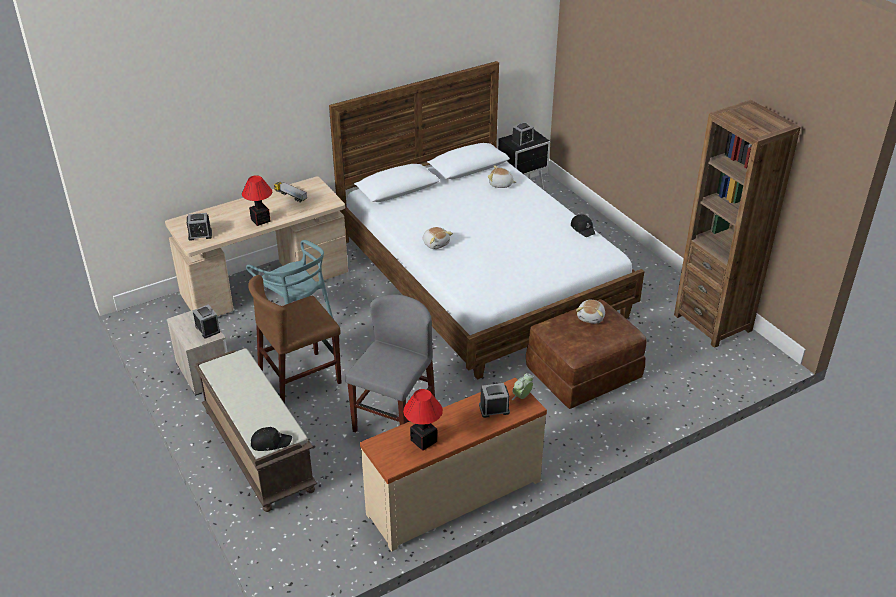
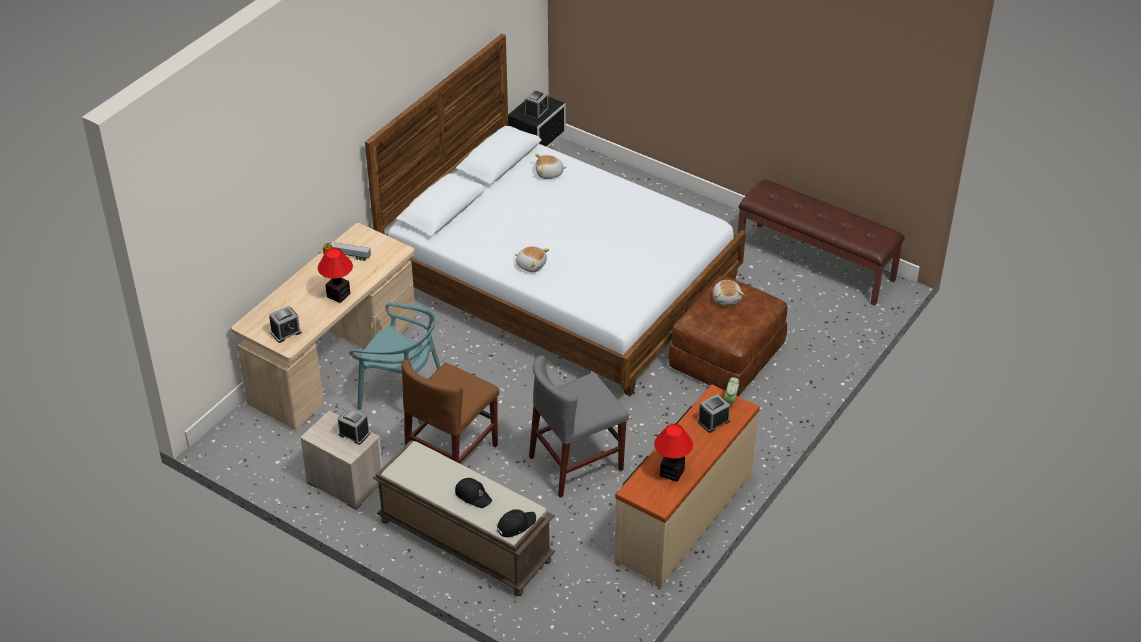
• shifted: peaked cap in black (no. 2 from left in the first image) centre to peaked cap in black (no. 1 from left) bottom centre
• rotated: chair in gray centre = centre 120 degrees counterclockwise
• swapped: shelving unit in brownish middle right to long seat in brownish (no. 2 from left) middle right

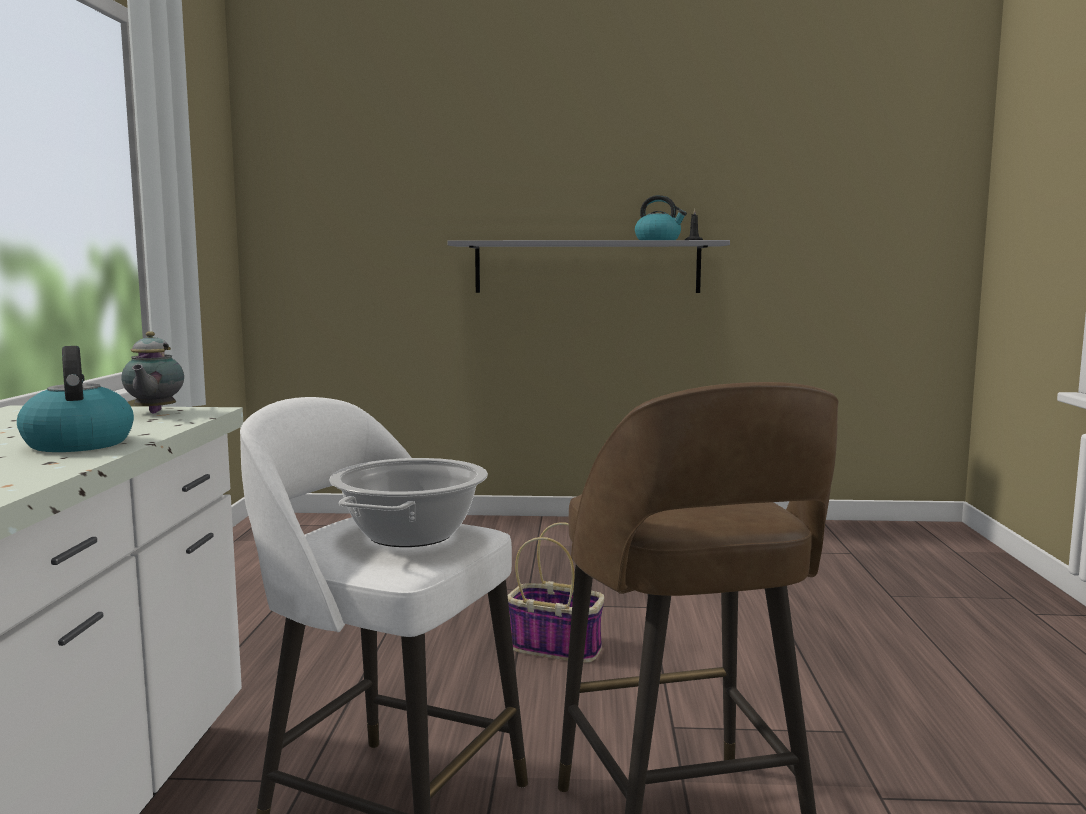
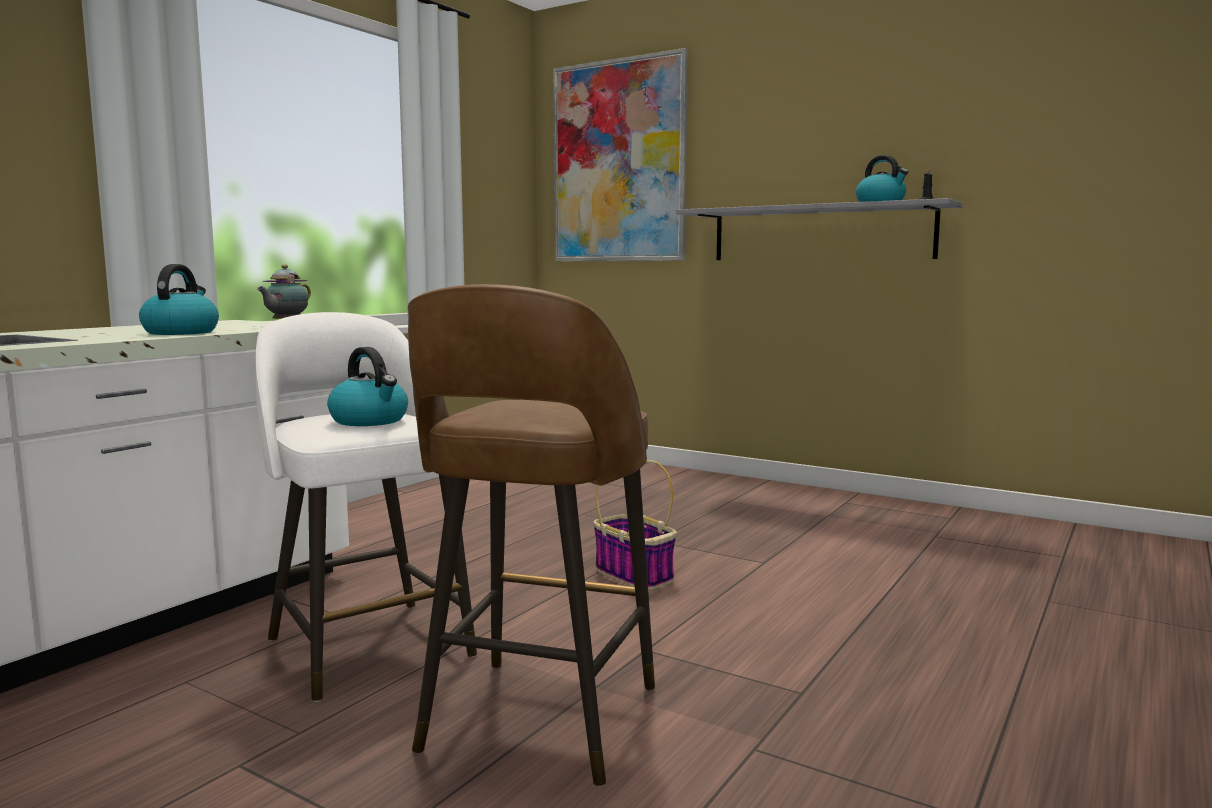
• swapped: stockpot centre to water kettle (no. 2 from left) middle left
• new: picture top centre

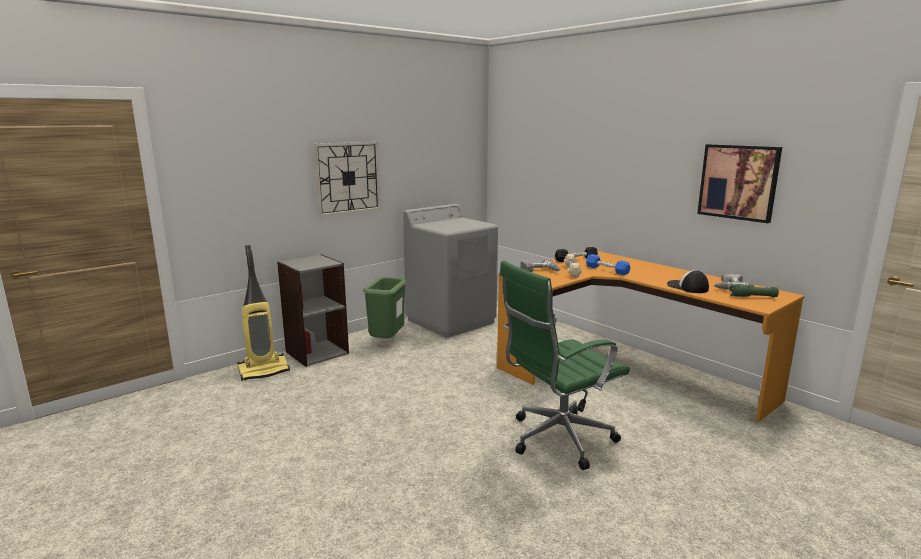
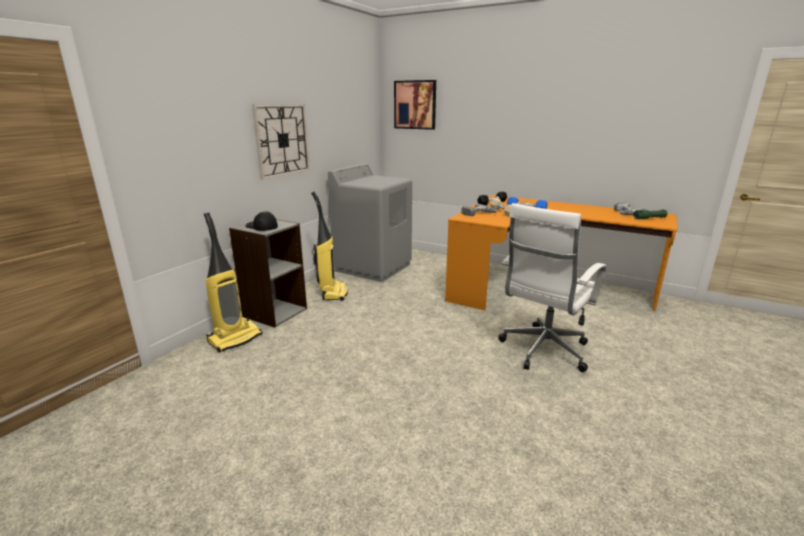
• shifted: peaked cap middle right to middle left
• swapped: rubbish bin in greenish centre to hoover (no. 2 from left) centre
• shifted: picture top right to top centre
• repainted: desk chair in greenish centre to desk chair in white-coloured middle right

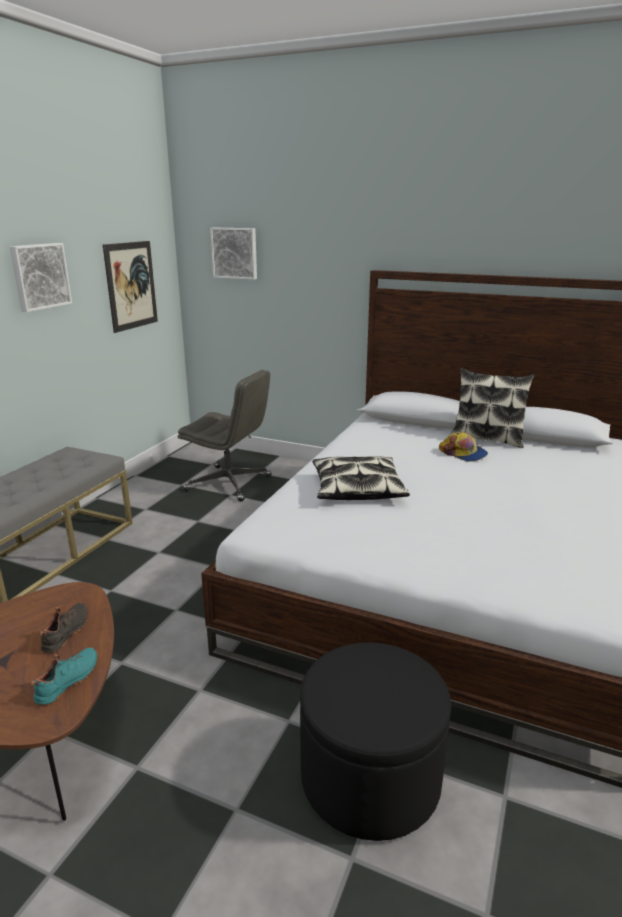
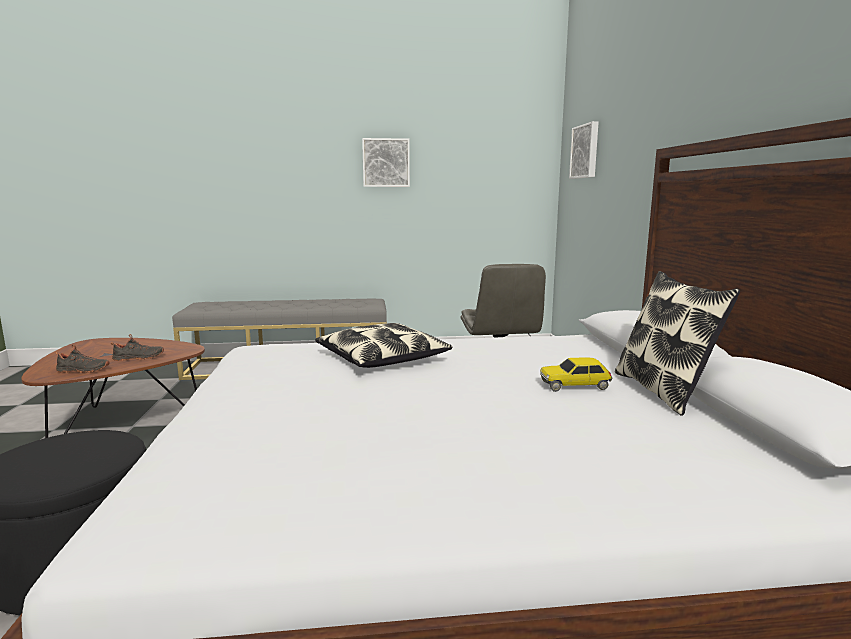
• repainted: shoe in blue-green bottom left to shoe in black (no. 1 from left) middle left
• swapped: peaked cap middle right to miniature car middle right
• gone: picture (no. 2 from left) top left

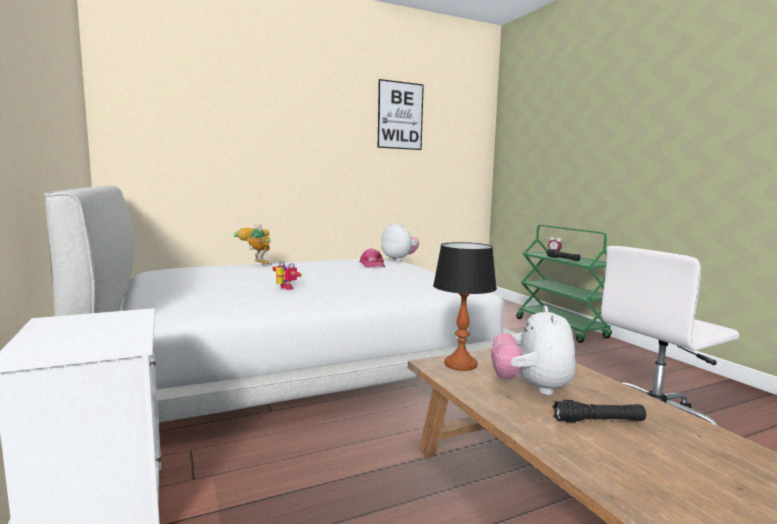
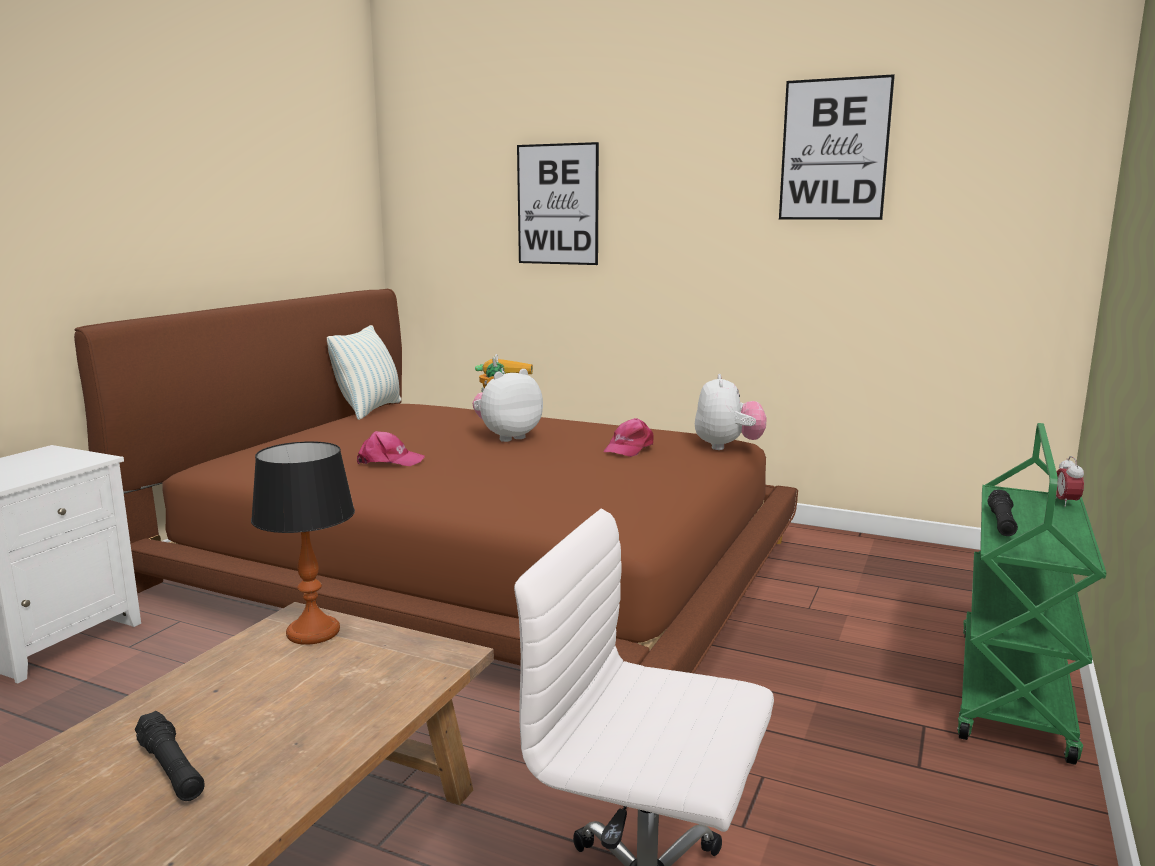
• repainted: sleeping bed in white-coloured centre to sleeping bed in brownish centre
• new: cushion middle left
• swapped: robot figure (no. 2 from left) centre to peaked cap in pinkish (no. 1 from left) centre
• shifted: soft toy (no. 2 from left in the first image) bottom right to soft toy (no. 1 from left) centre
• new: picture (no. 1 from left) top centre

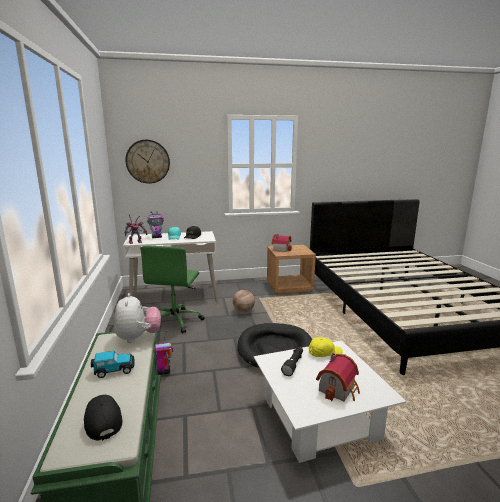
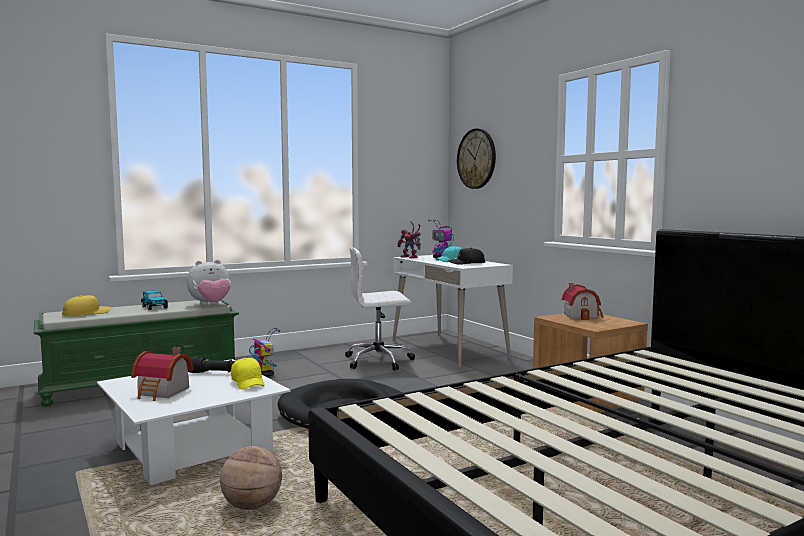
• repainted: peaked cap in black (no. 1 from left) bottom left to peaked cap in yellow (no. 1 from left) middle left
• shifted: basketball ball centre to bottom left
• repainted: desk chair in greenish centre to desk chair in white-coloured centre

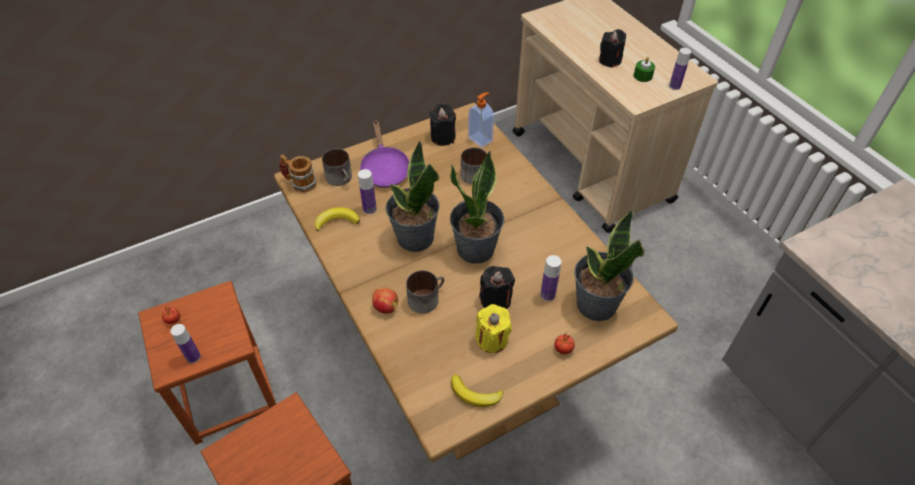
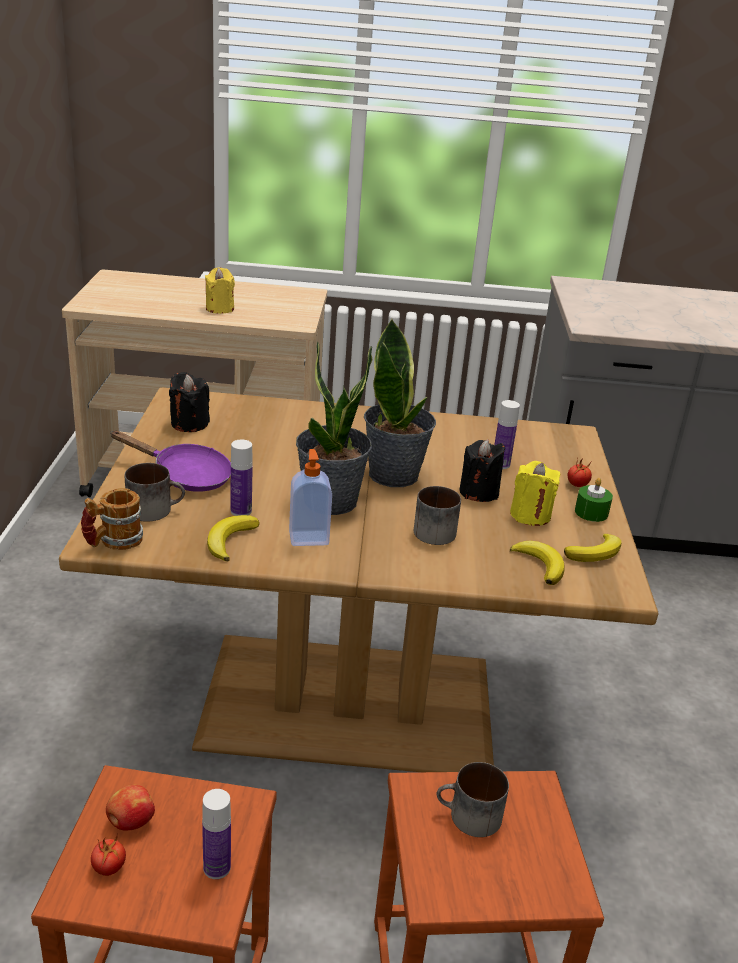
• shifted: whole apple centre to bottom left
• repainted: candle in black (no. 3 from left) top right to candle in yellow (no. 1 from left) top left
• shifted: liquid soap bottle top centre to centre
• shifted: tea mug (no. 4 from left) centre to bottom centre
• new: banana (no. 2 from left) middle right
• shifted: candle in greenish top right to middle right
• gone: plant in a pot (no. 3 from left) centre
• gone: beverage bottle (no. 4 from left) top right

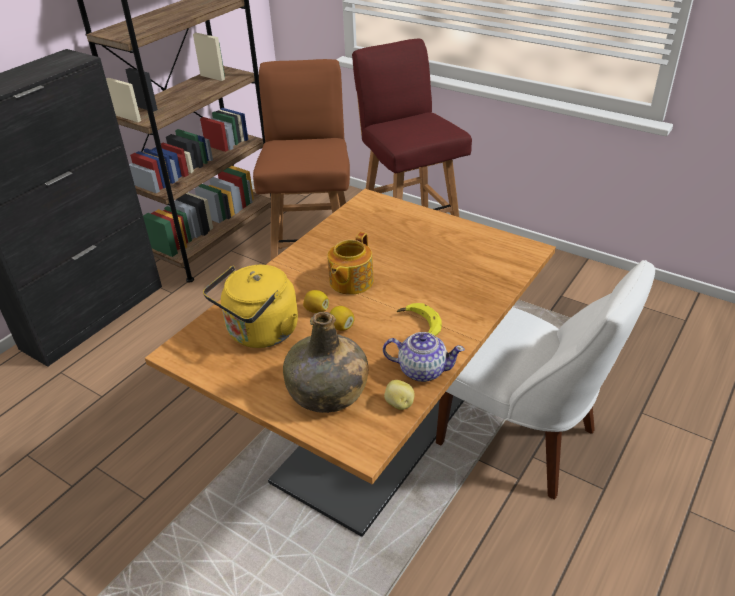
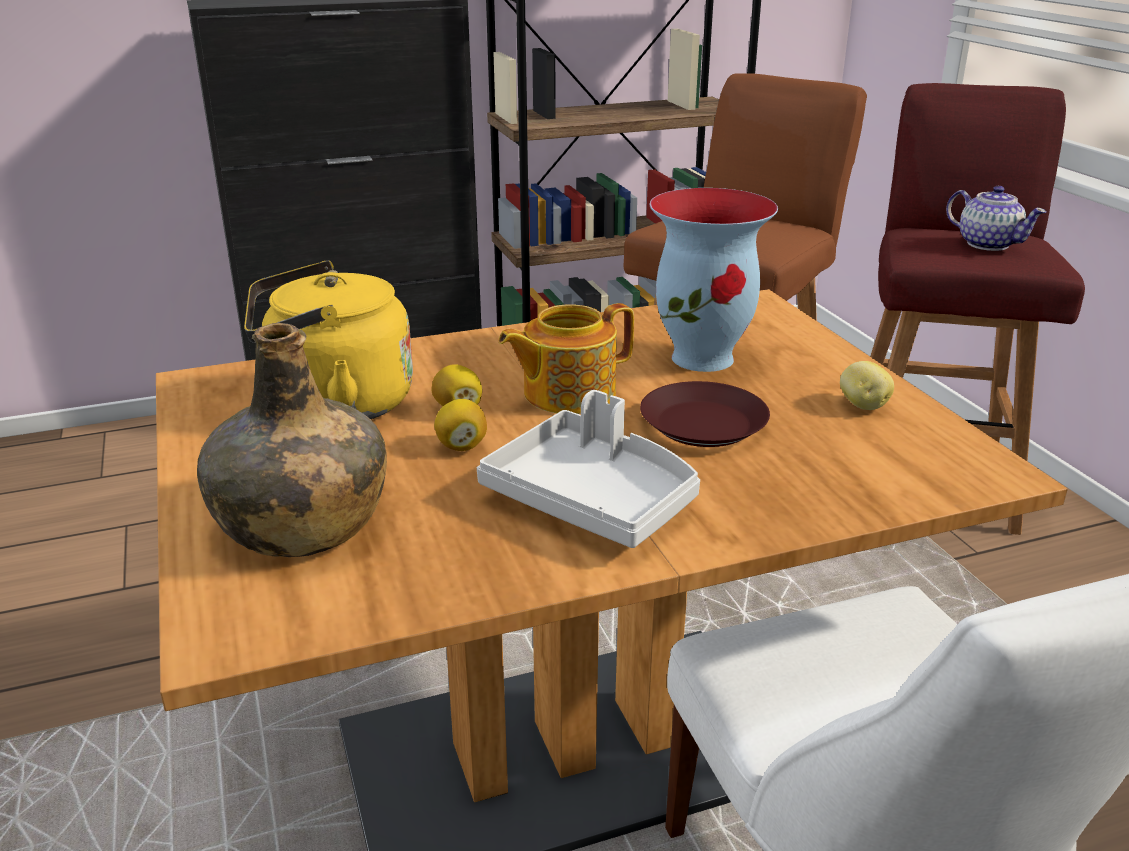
• swapped: banana centre to tray in gray centre
• new: plate in brownish centre
• new: vase top centre
• shifted: potato centre to middle right
• shifted: tea pot (no. 2 from left) centre to top right

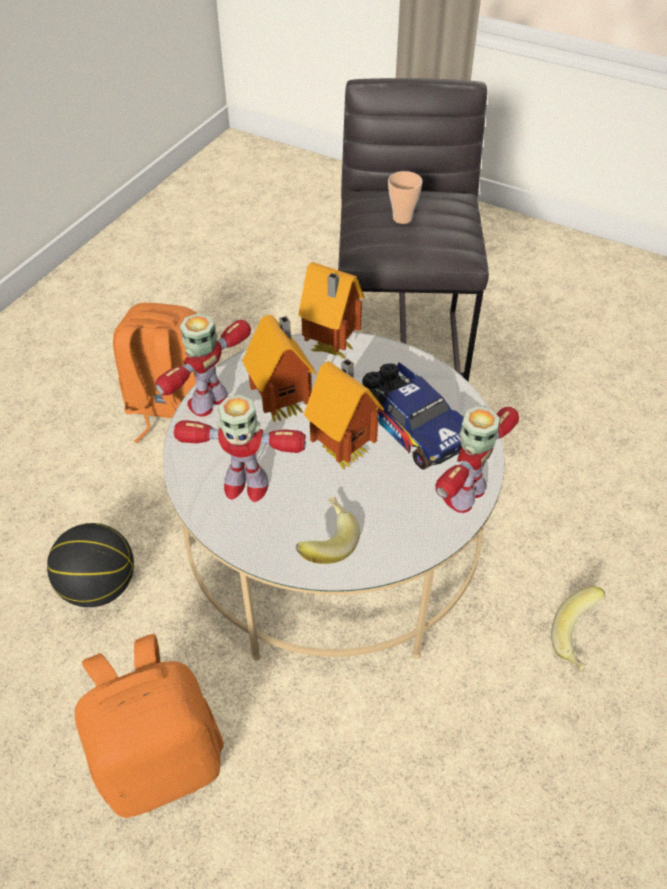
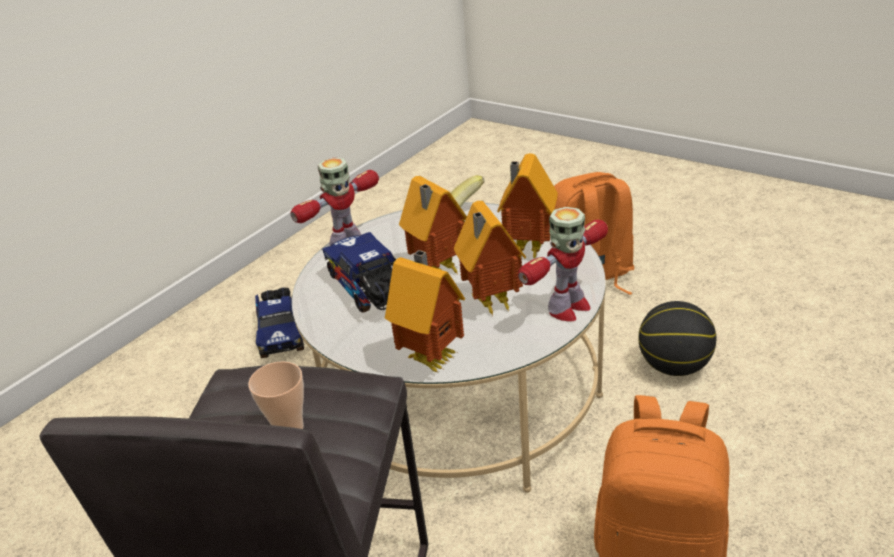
• swapped: banana (no. 2 from left) bottom right to model truck (no. 1 from left) middle left
• swapped: robot figure (no. 2 from left) centre to miniature house (no. 4 from left) centre

